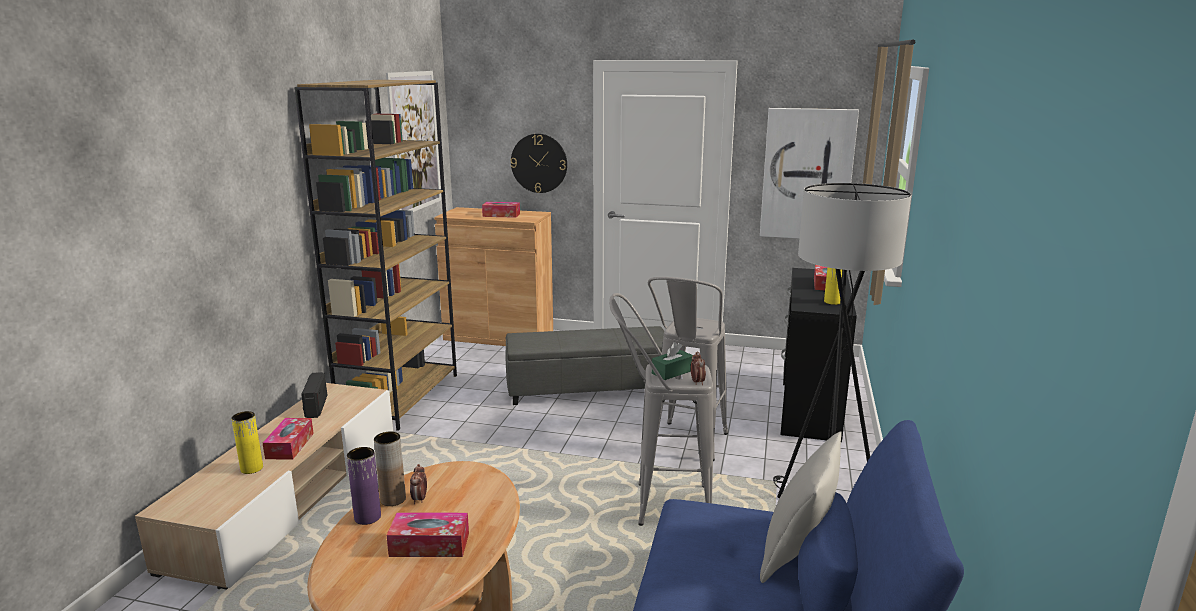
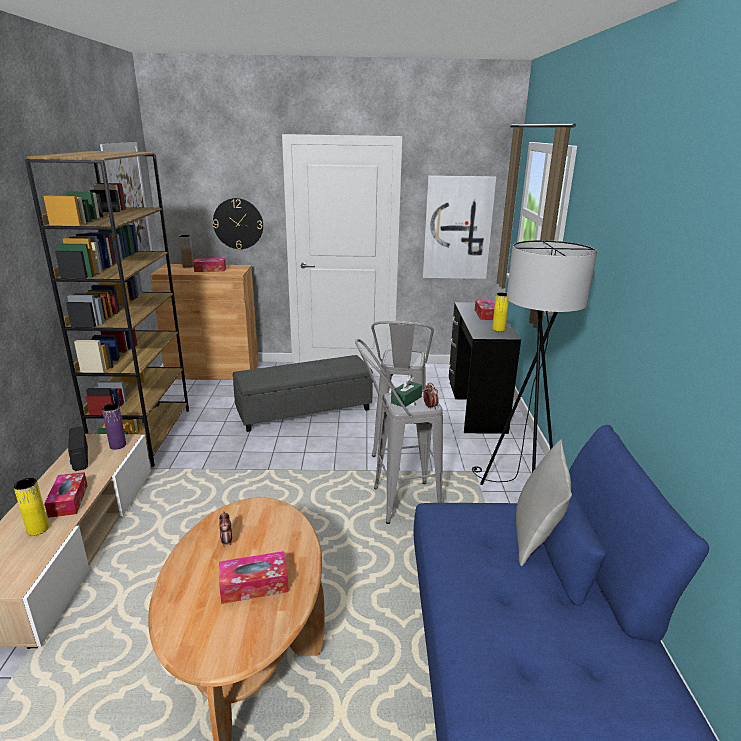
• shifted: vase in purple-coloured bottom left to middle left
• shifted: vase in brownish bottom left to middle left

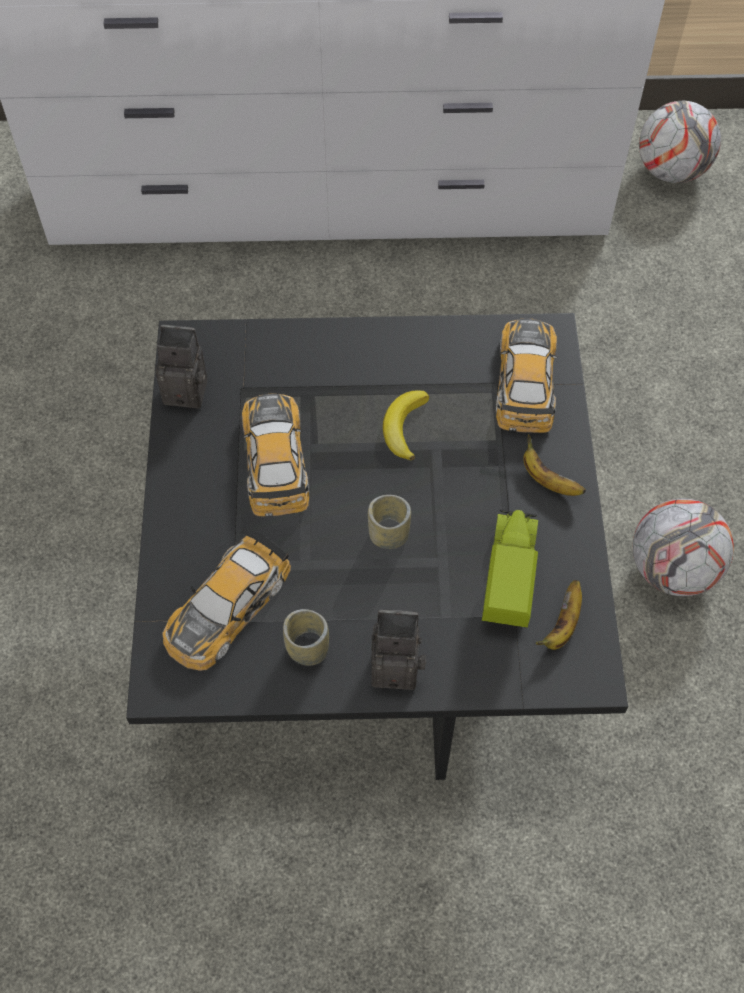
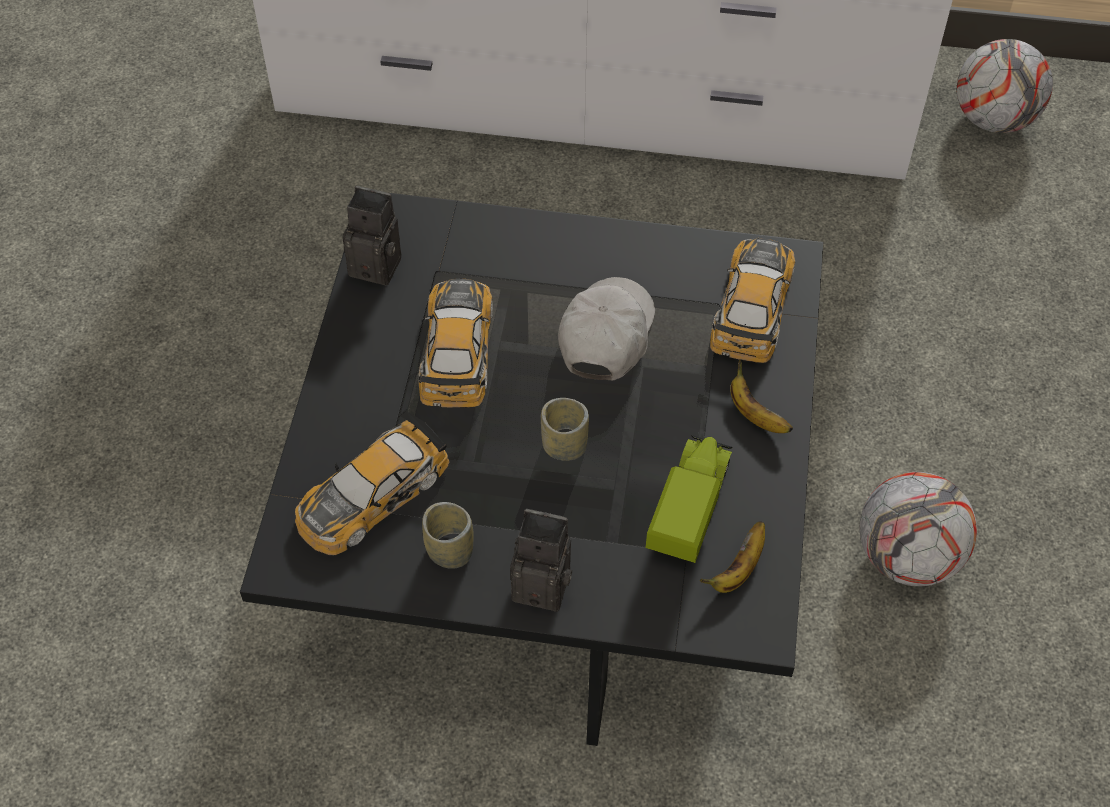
• swapped: banana (no. 1 from left) centre to peaked cap in white-coloured centre

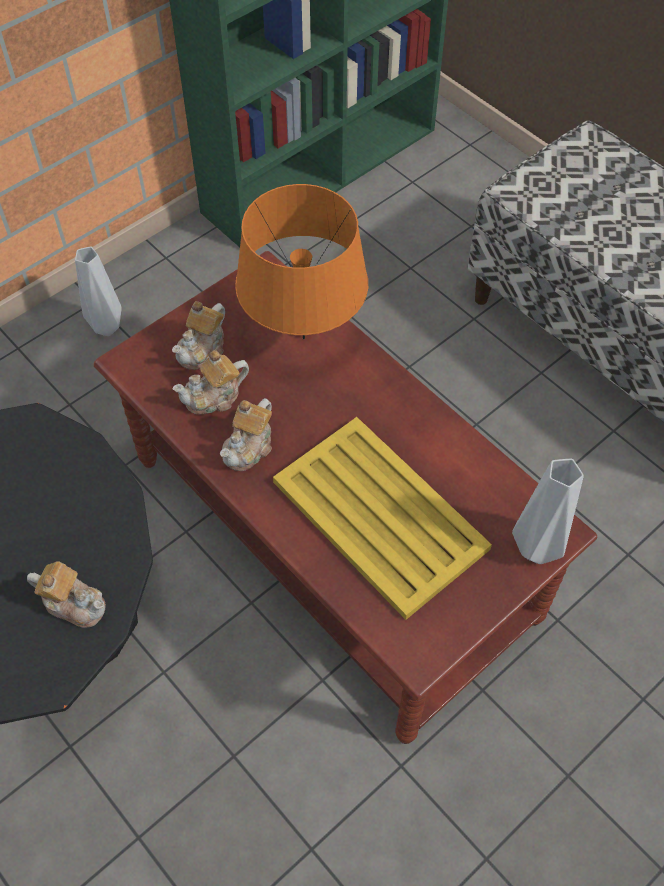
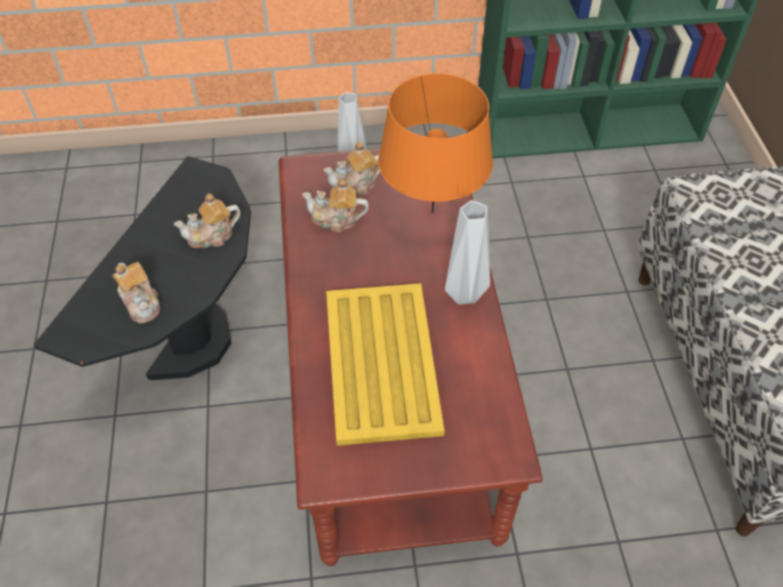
• shifted: tea pot (no. 4 from left in the first image) centre to tea pot (no. 2 from left) middle left
• shifted: vase in gray (no. 2 from left) middle right to centre

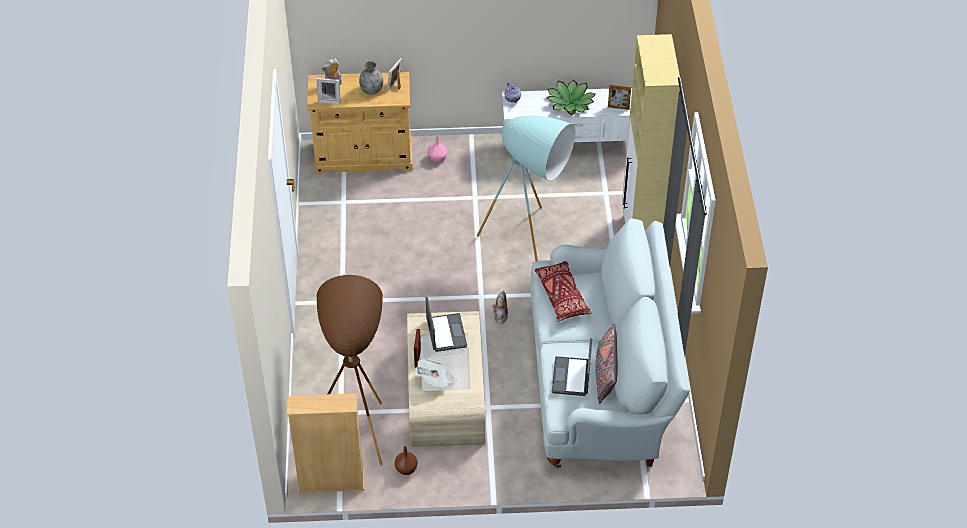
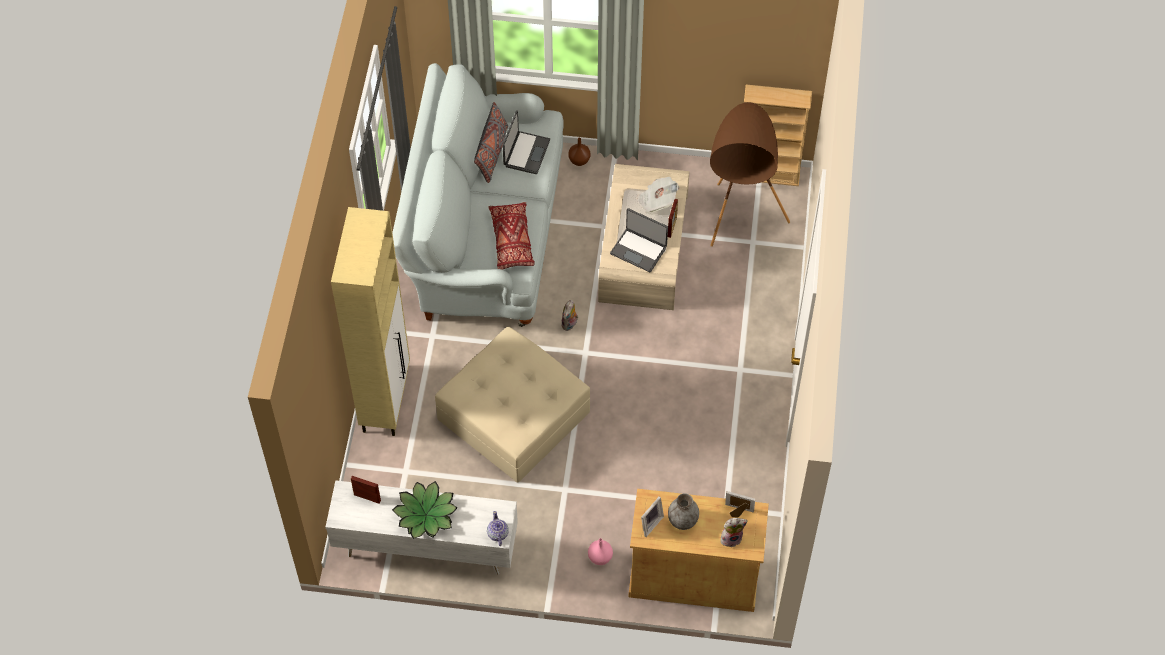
• swapped: floor lamp in blue-green centre to footrest in beige centre
• shifted: vase in brownish bottom centre to top centre
• rotated: notebook computer (no. 1 from left in the first image) centre = centre 60 degrees counterclockwise

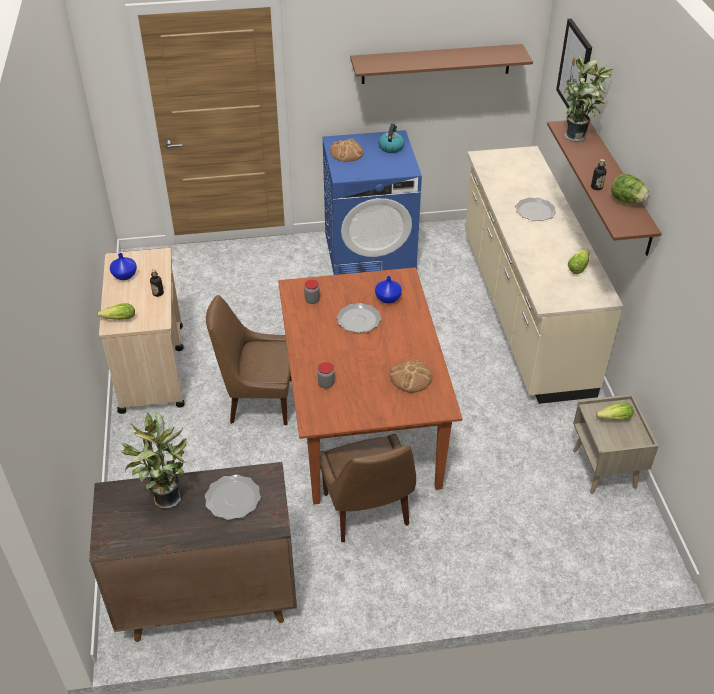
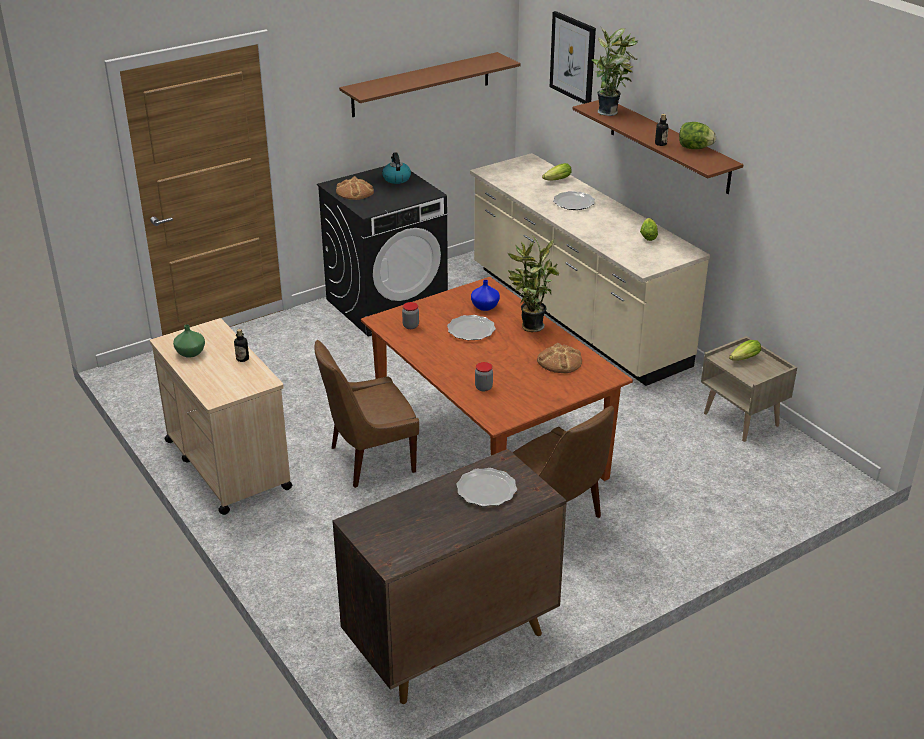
• repainted: vase in blue (no. 1 from left) middle left to vase in greenish middle left
• repainted: washing machine in blue top centre to washing machine in black centre
• shifted: plant in a pot (no. 1 from left) middle left to centre
• shifted: lettuce head (no. 1 from left) middle left to top centre

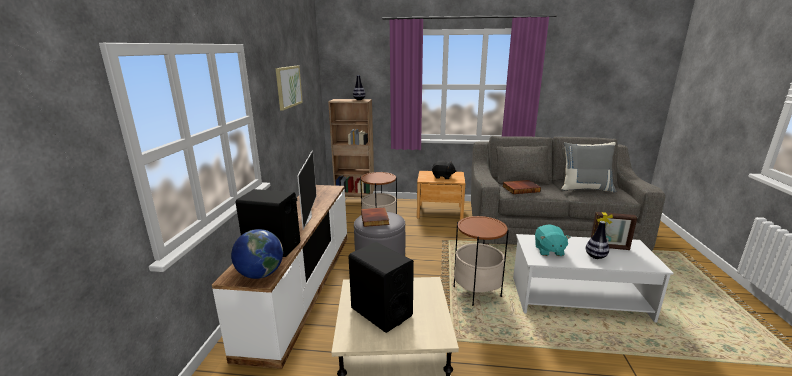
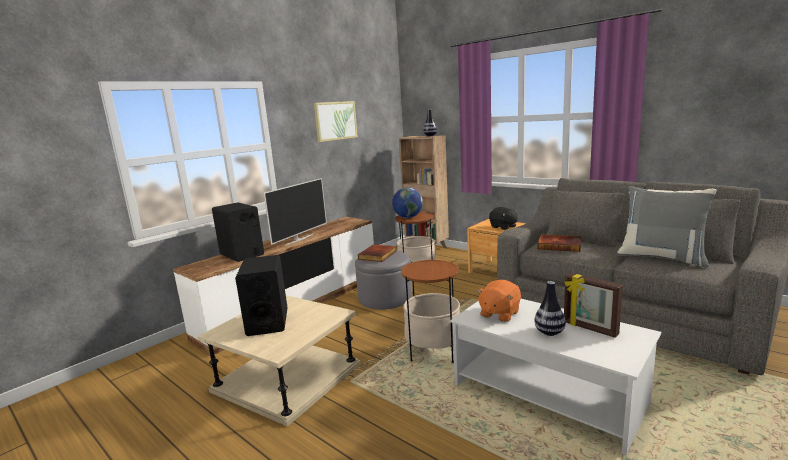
• shifted: world globe bottom left to centre
• repainted: soft toy in blue-green middle right to soft toy in orangey centre

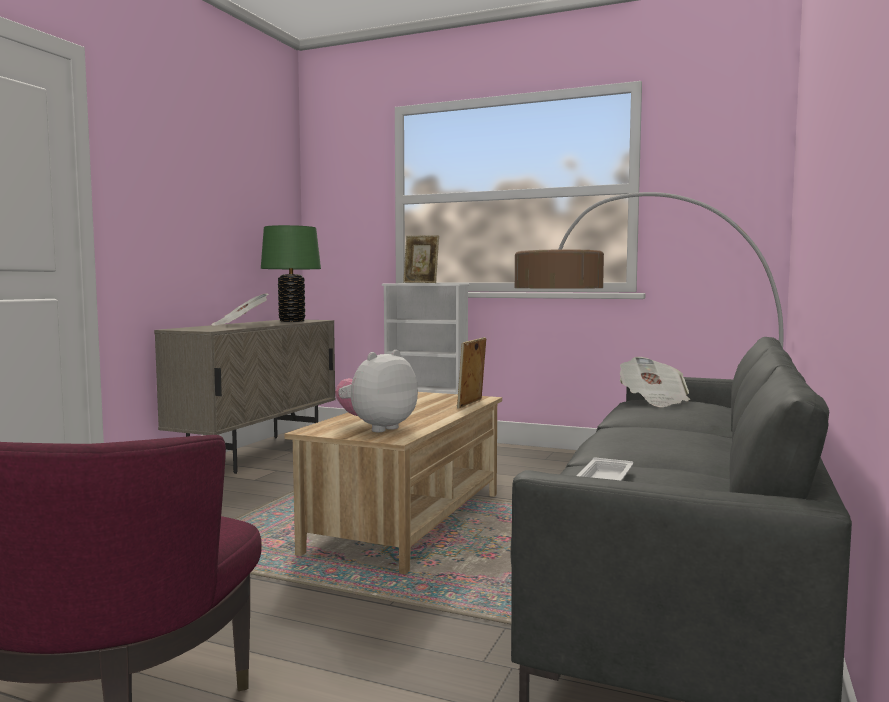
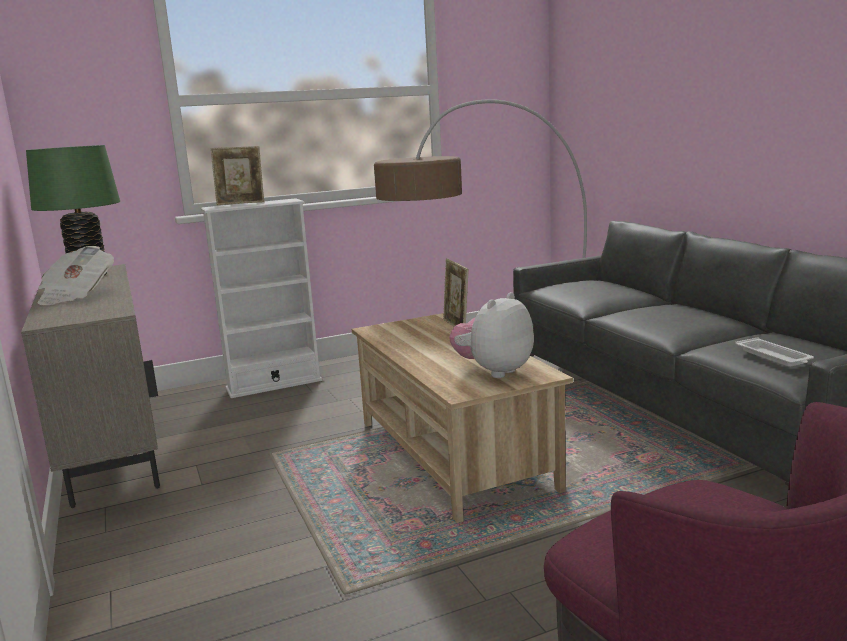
• rotated: soft toy centre = centre 45 degrees clockwise
• gone: newspaper (no. 2 from left) middle right

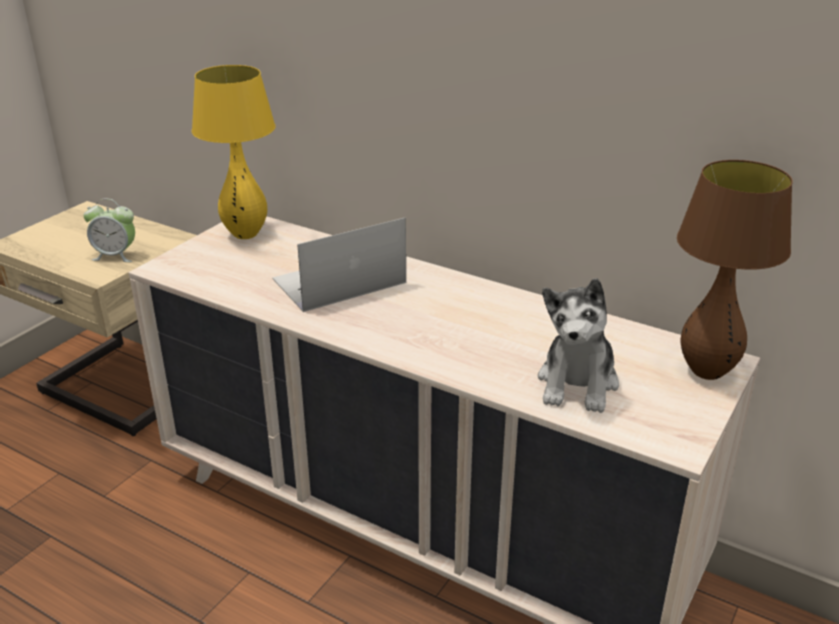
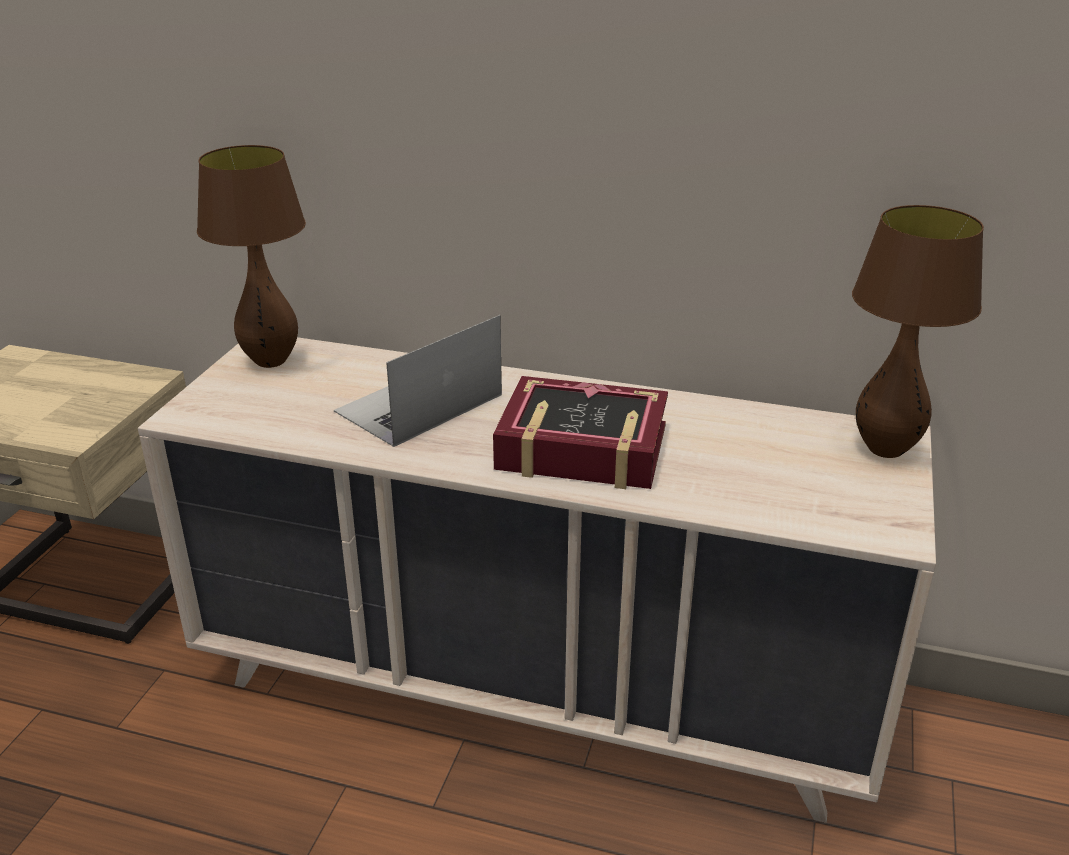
• repainted: tabletop lamp in yellow top left to tabletop lamp in brownish (no. 1 from left) top left
• new: volume centre
• gone: alarm clock middle left
• gone: soft toy middle right

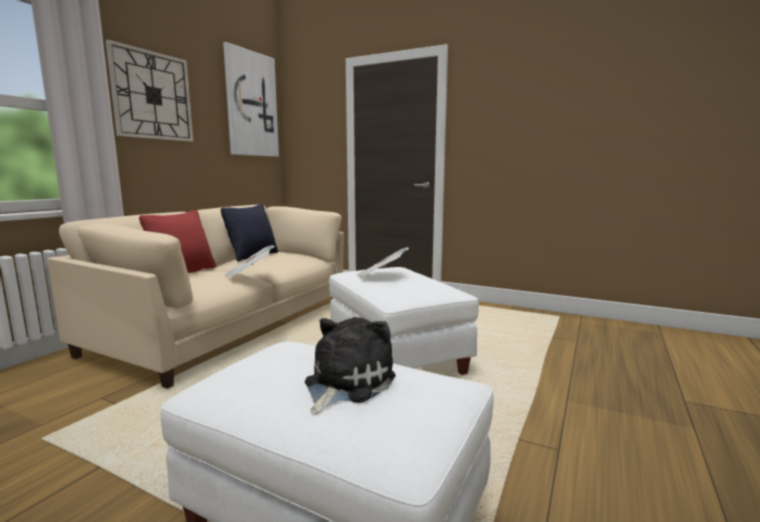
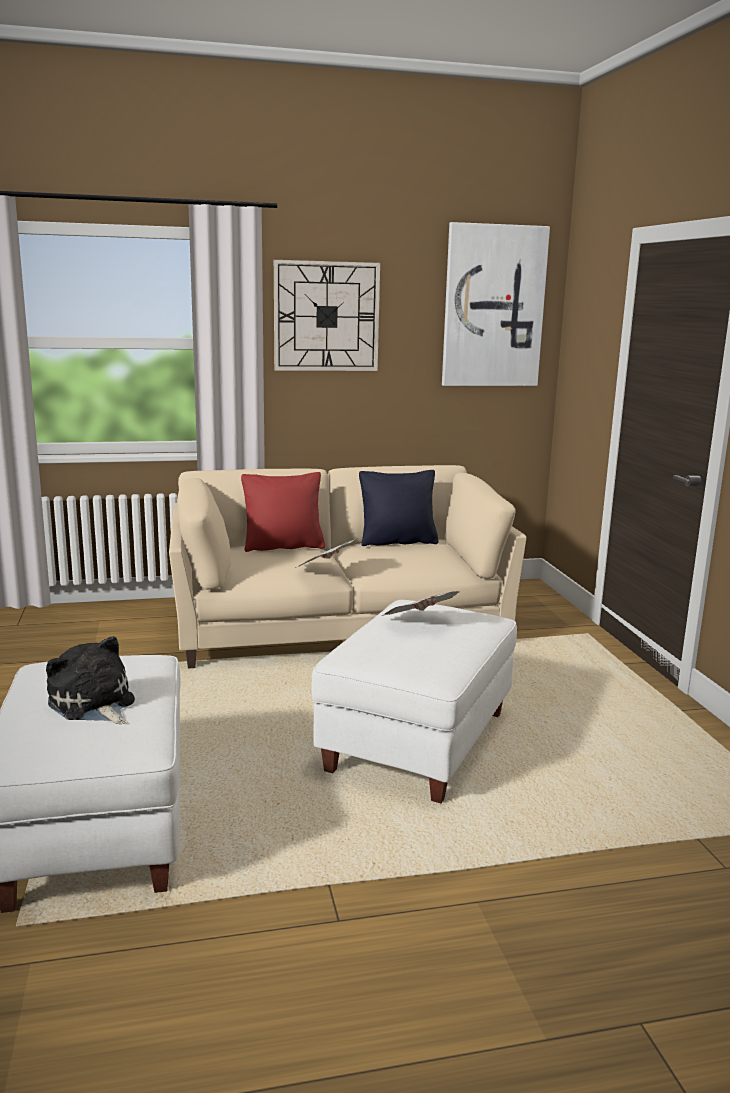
• rotated: soft toy bottom centre = middle left 120 degrees counterclockwise

